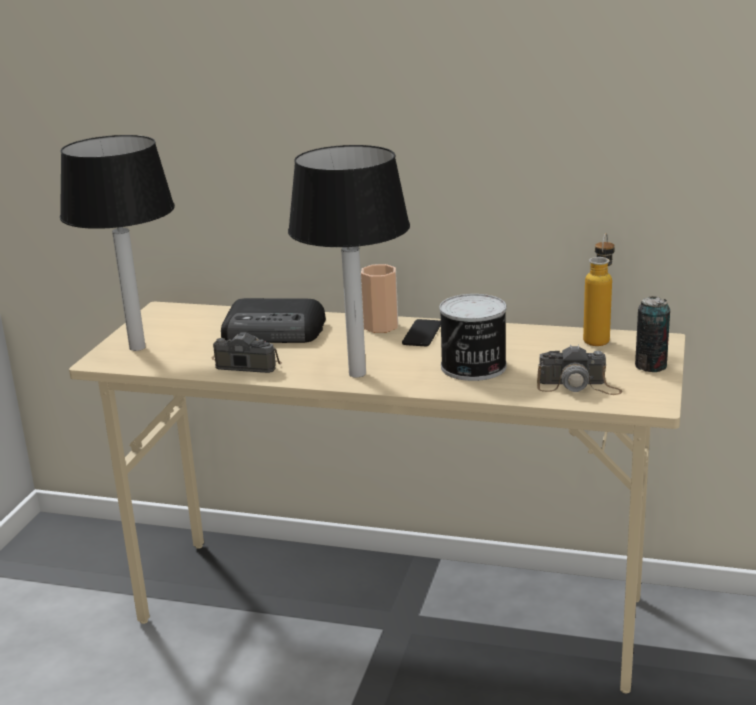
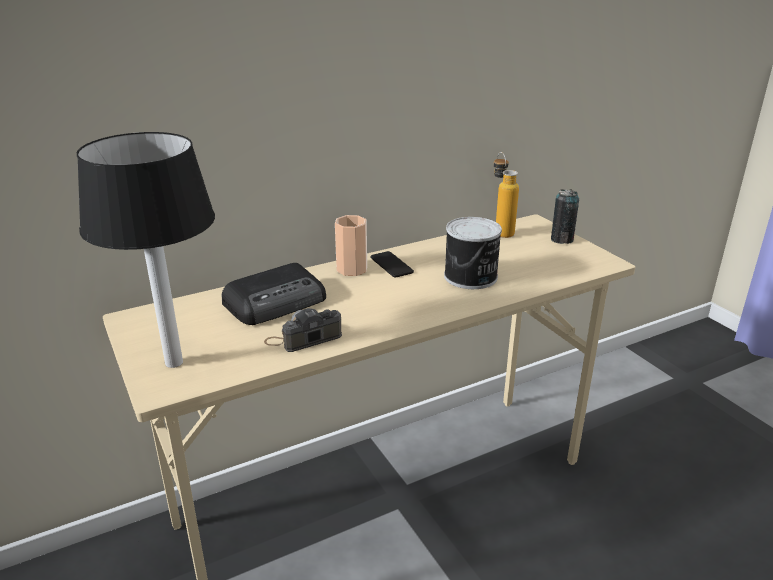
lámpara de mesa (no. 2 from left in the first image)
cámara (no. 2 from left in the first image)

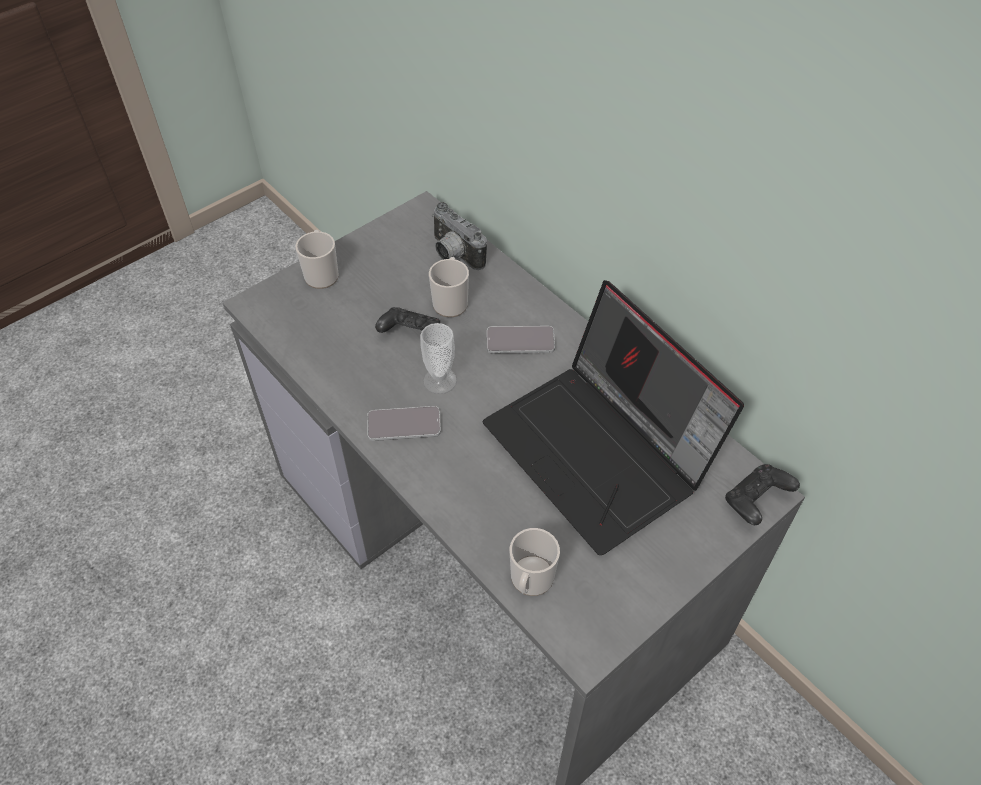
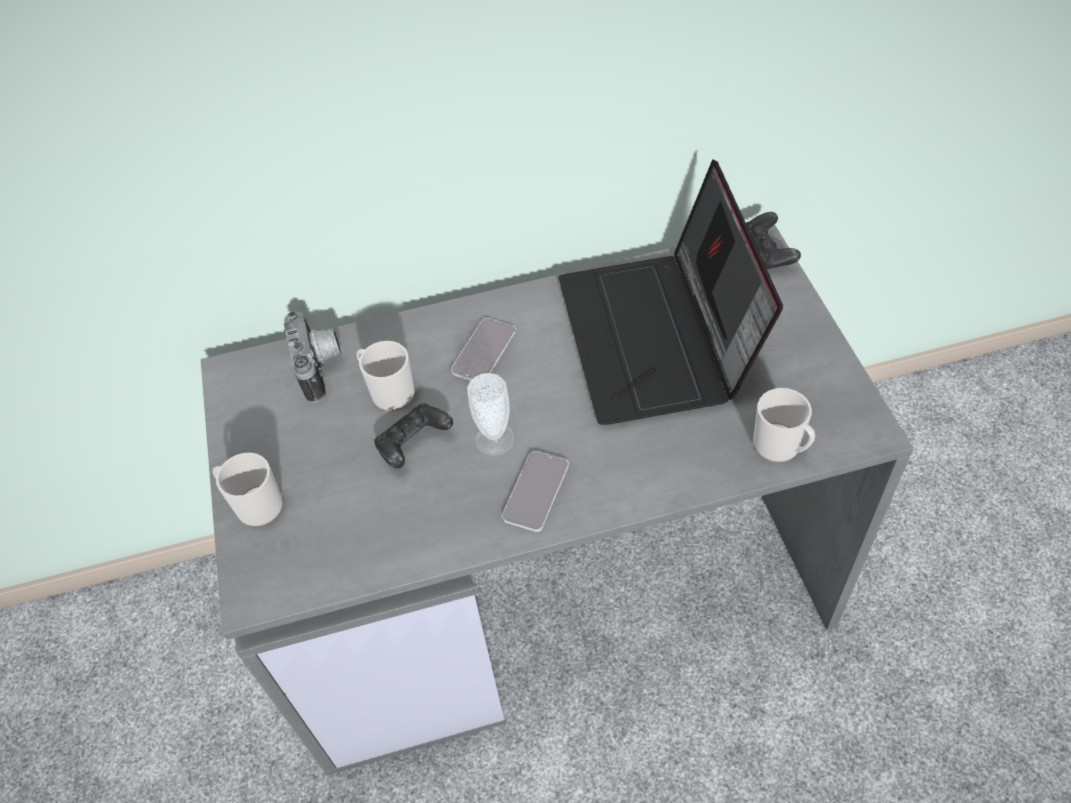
cámara
portátil

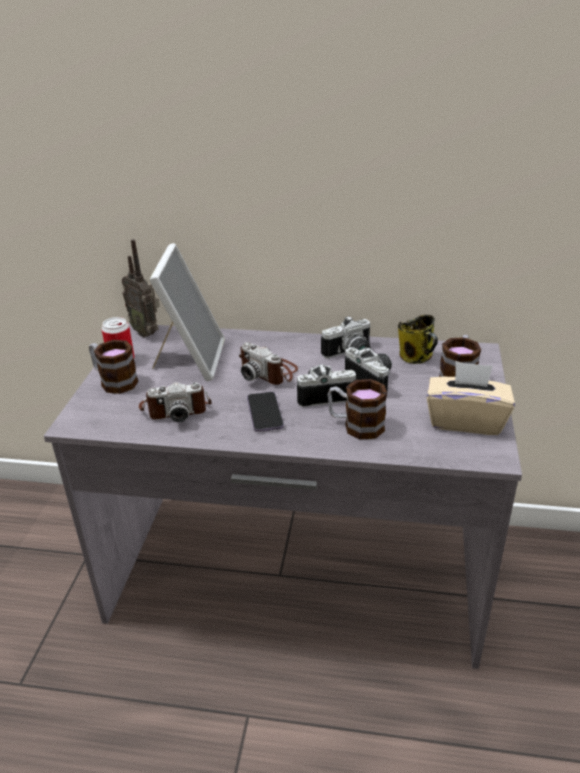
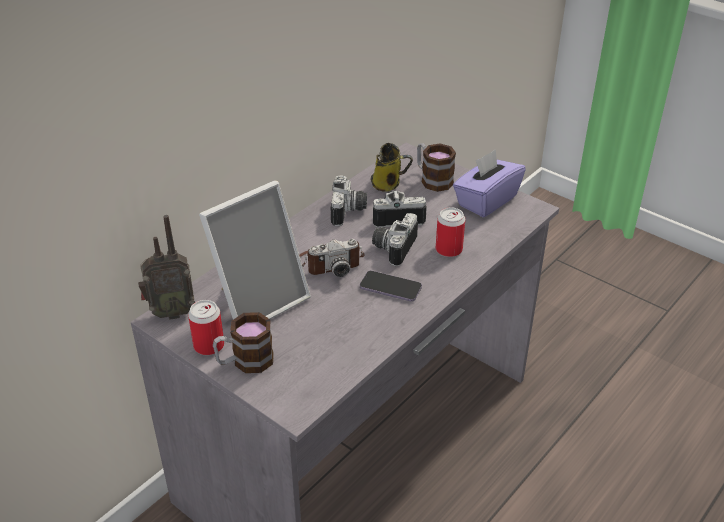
cámara (no. 1 from left in the first image)
portarretratos
lata (no. 2 from left)
caja de pañuelos [morado]

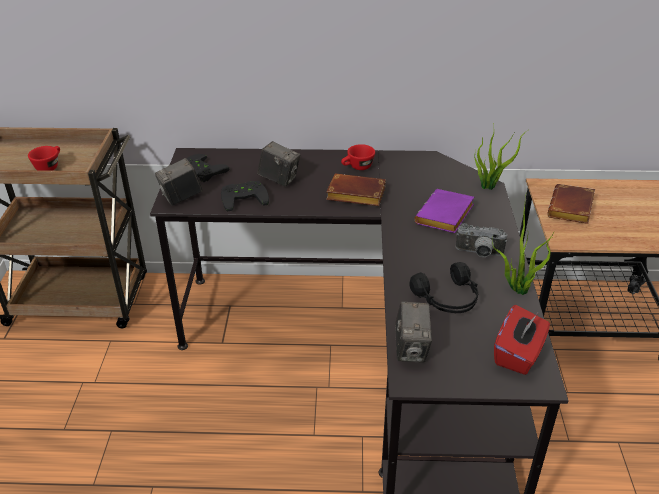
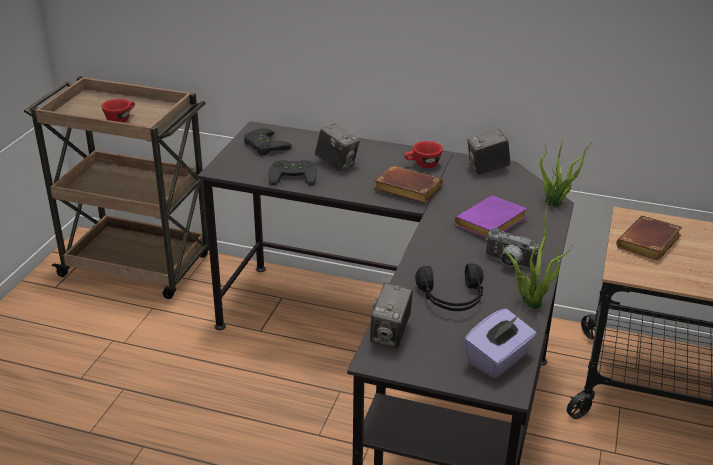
cámara (no. 3 from left)
caja de pañuelos [morado]

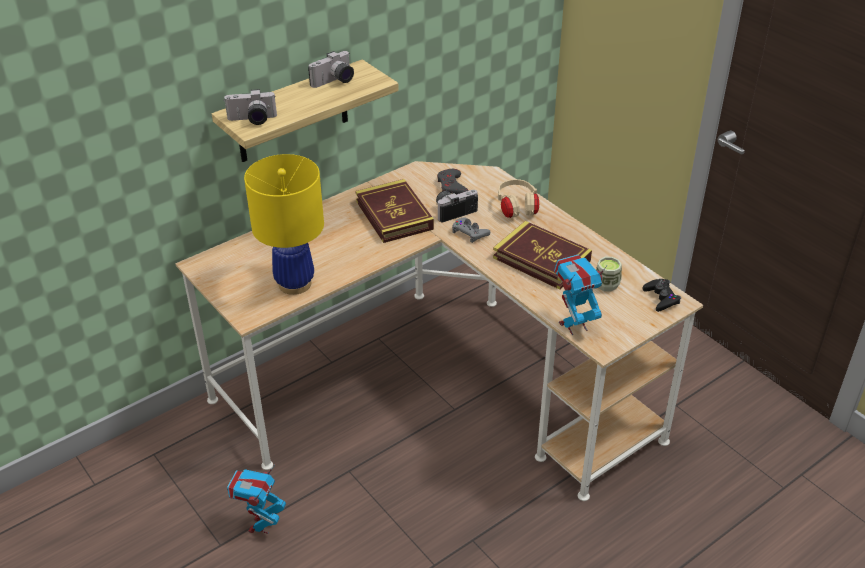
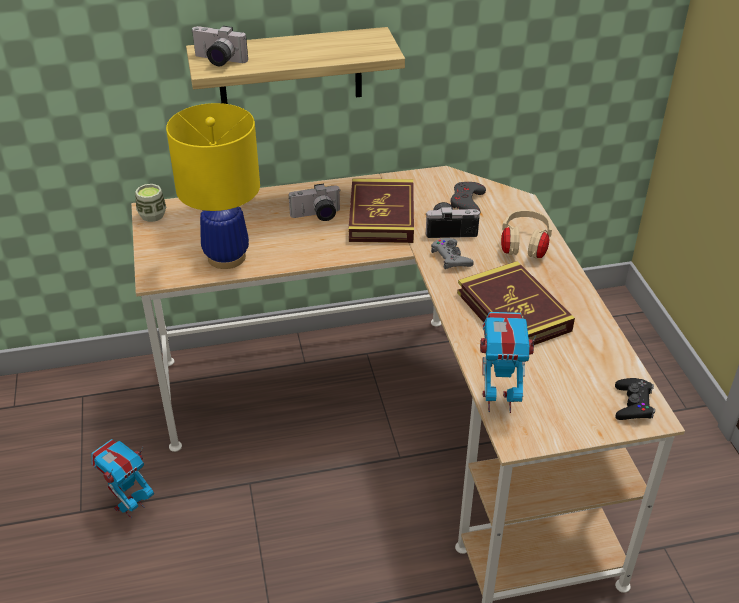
cámara (no. 2 from left)
taza

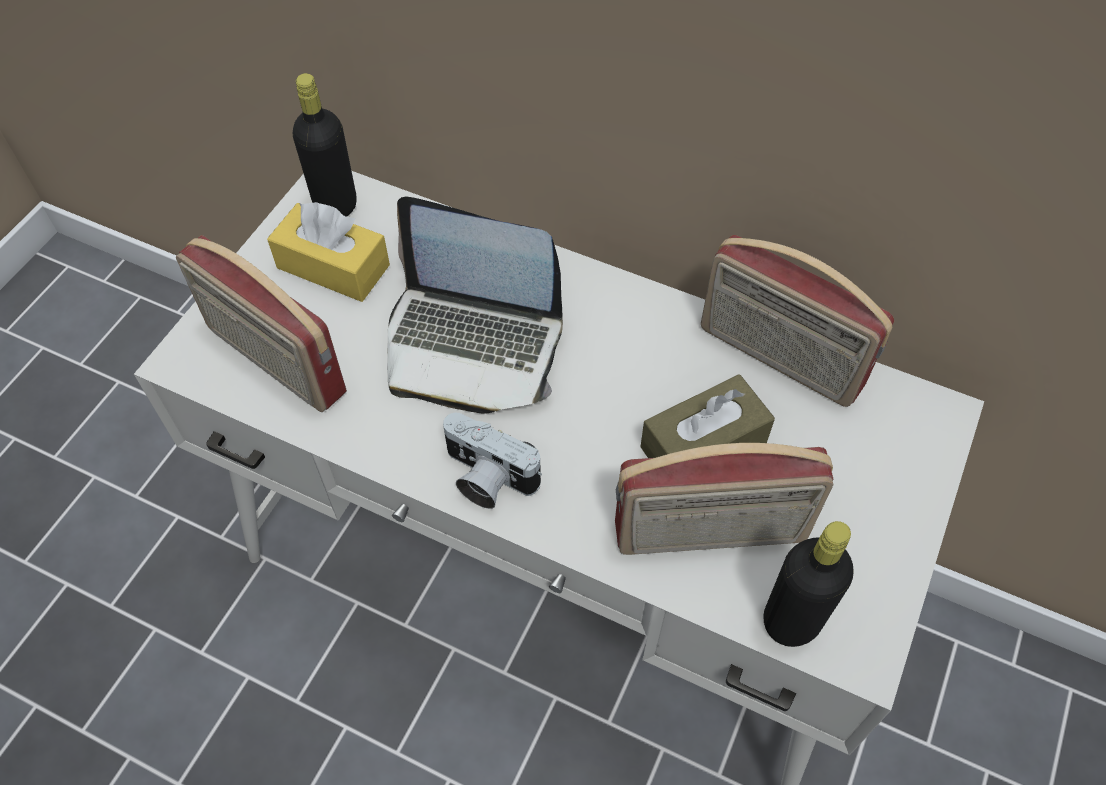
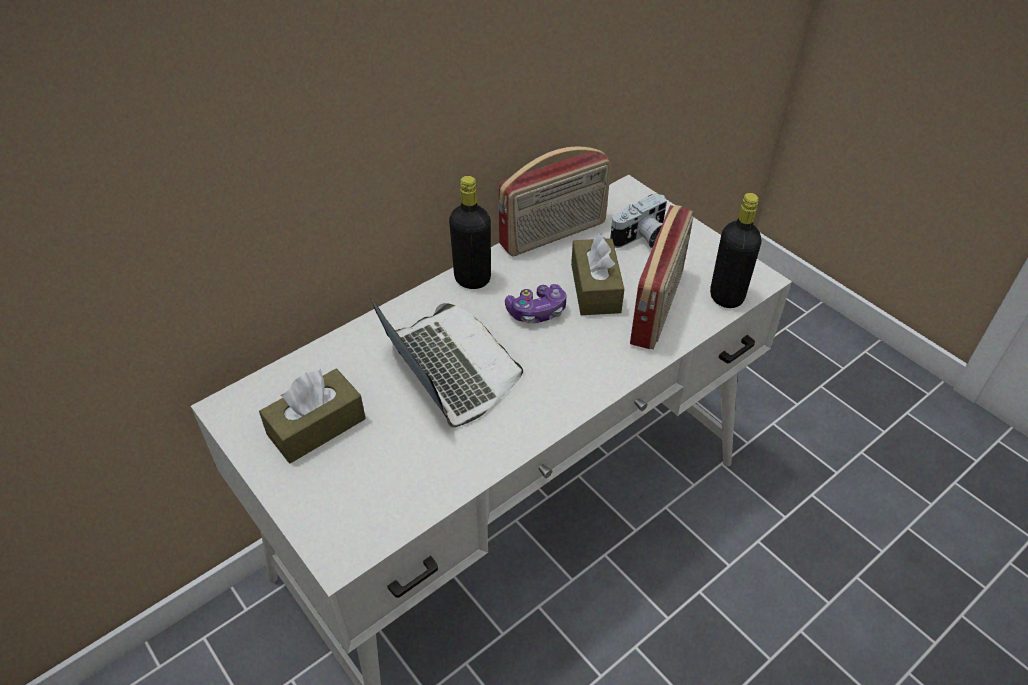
radio (no. 1 from left in the first image)
caja de pañuelos [marrón] (no. 1 from left)
botella [negro] (no. 1 from left)
portátil
cámara
mando de consola

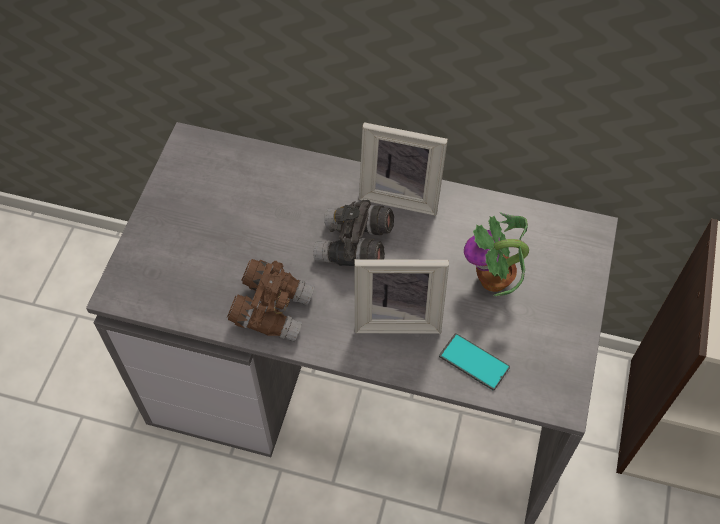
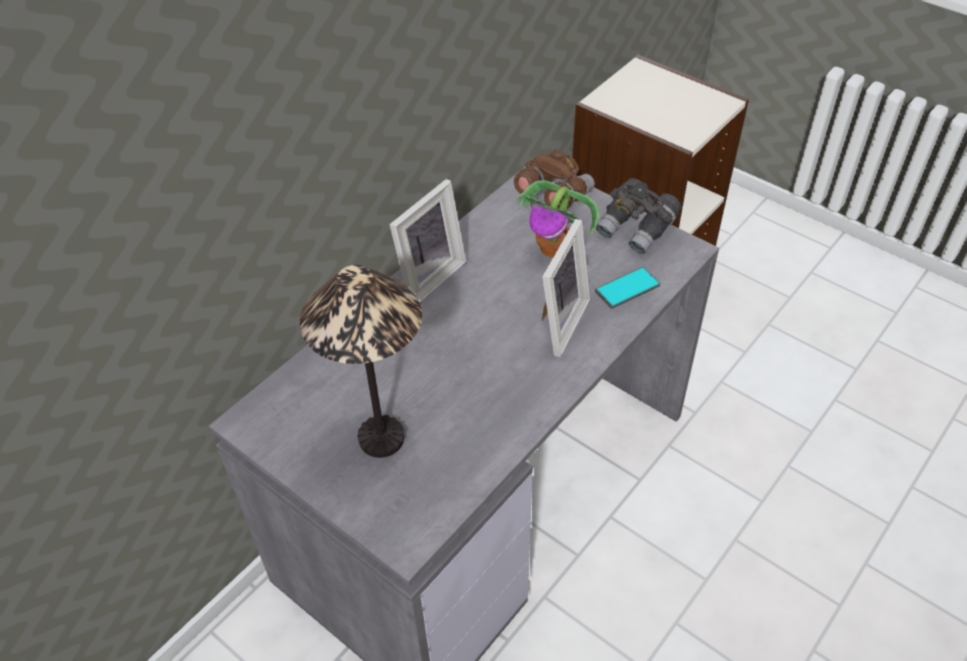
prismáticos [marrón]
prismáticos [gris]
lámpara de mesa

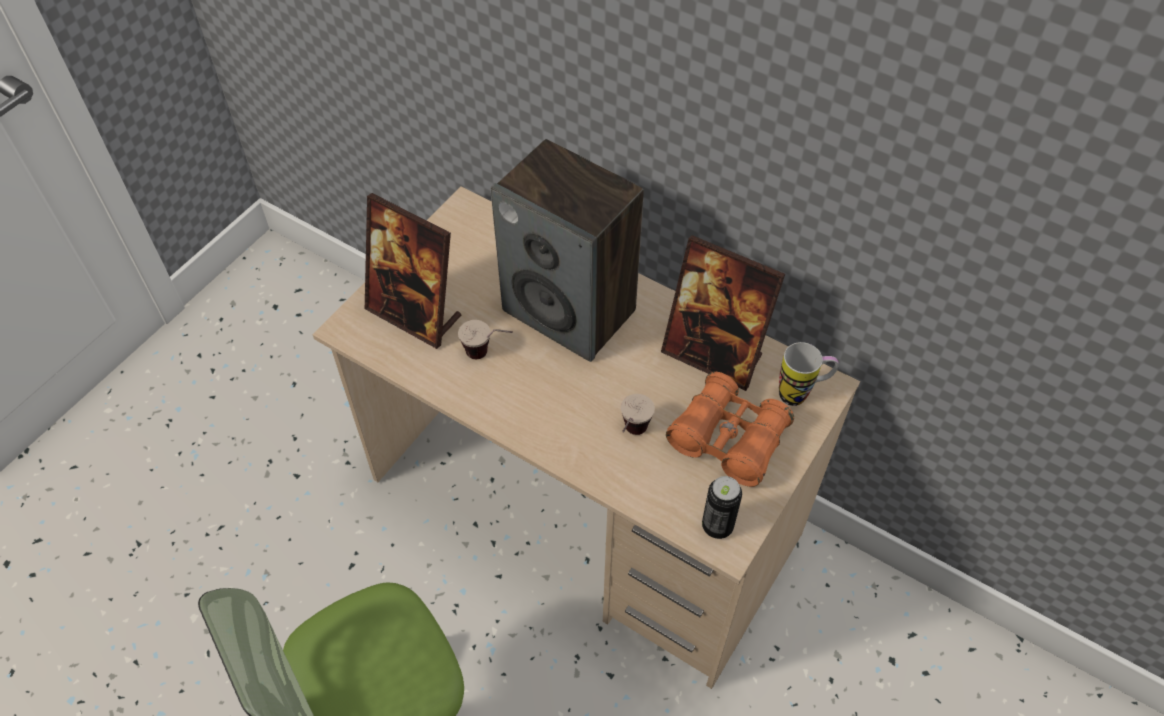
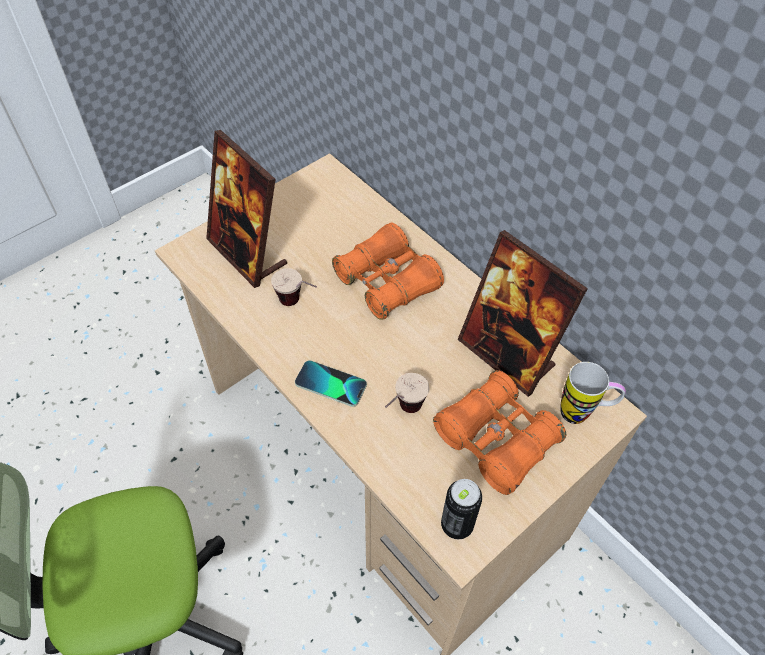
prismáticos [naranja] (no. 1 from left)
móvil

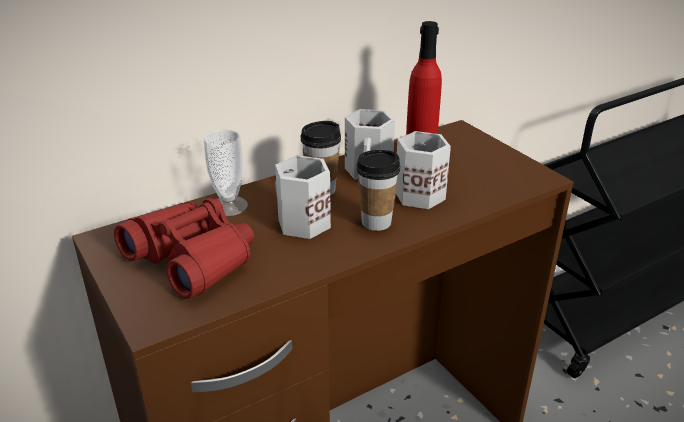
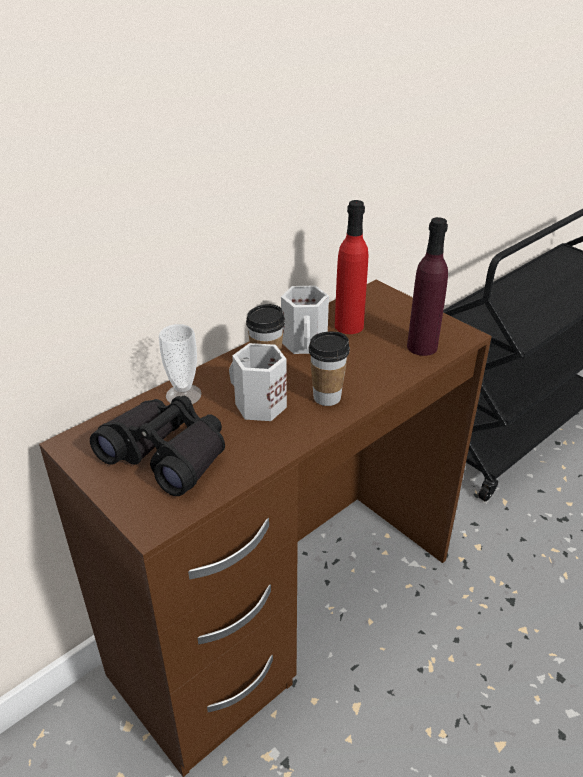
prismáticos [negro]
taza grande [blanco] (no. 3 from left in the first image)
botella [morado]

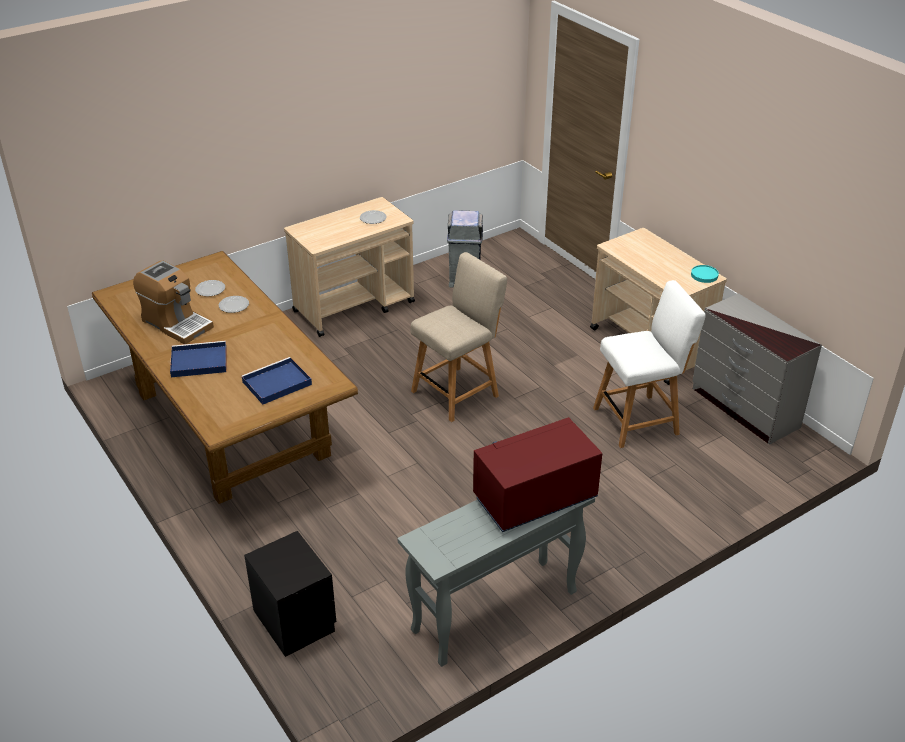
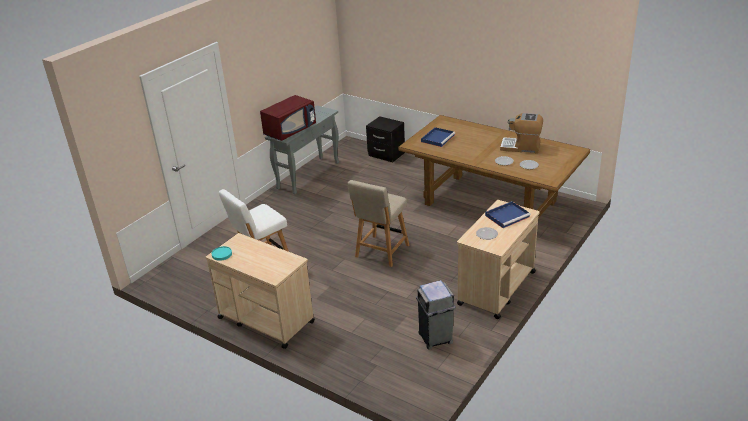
bandeja [azul] (no. 2 from left)
cómoda [gris]

